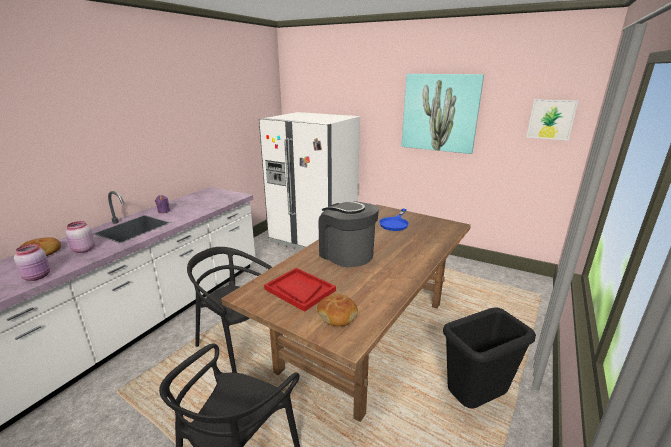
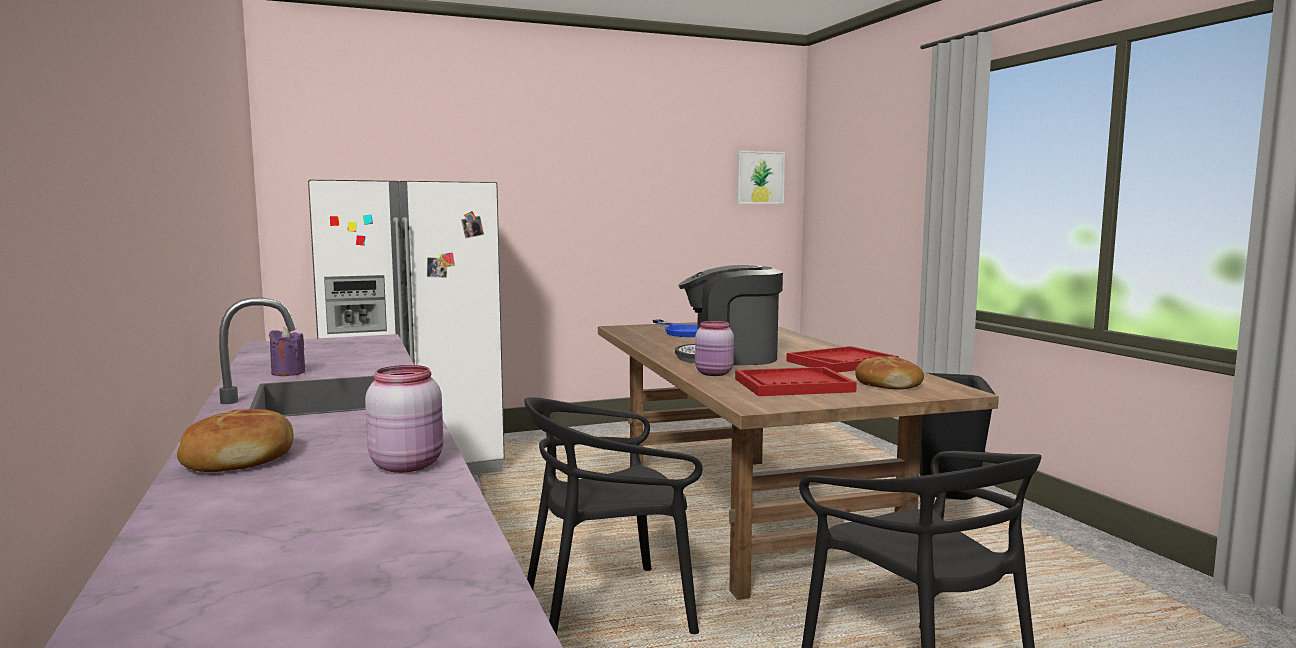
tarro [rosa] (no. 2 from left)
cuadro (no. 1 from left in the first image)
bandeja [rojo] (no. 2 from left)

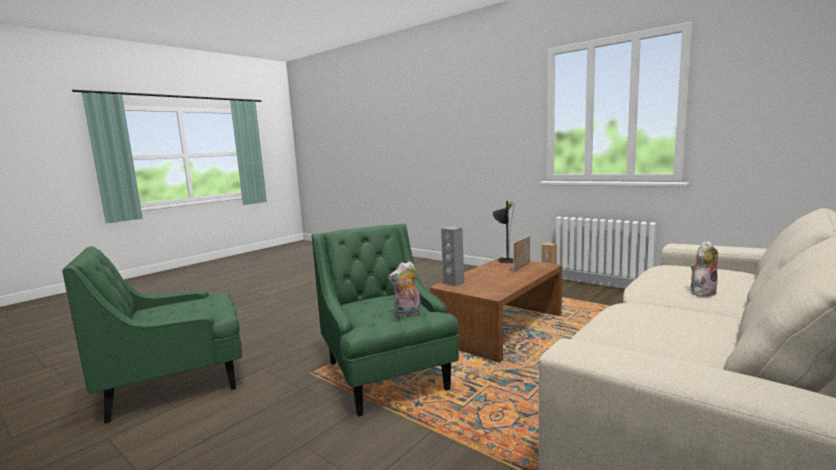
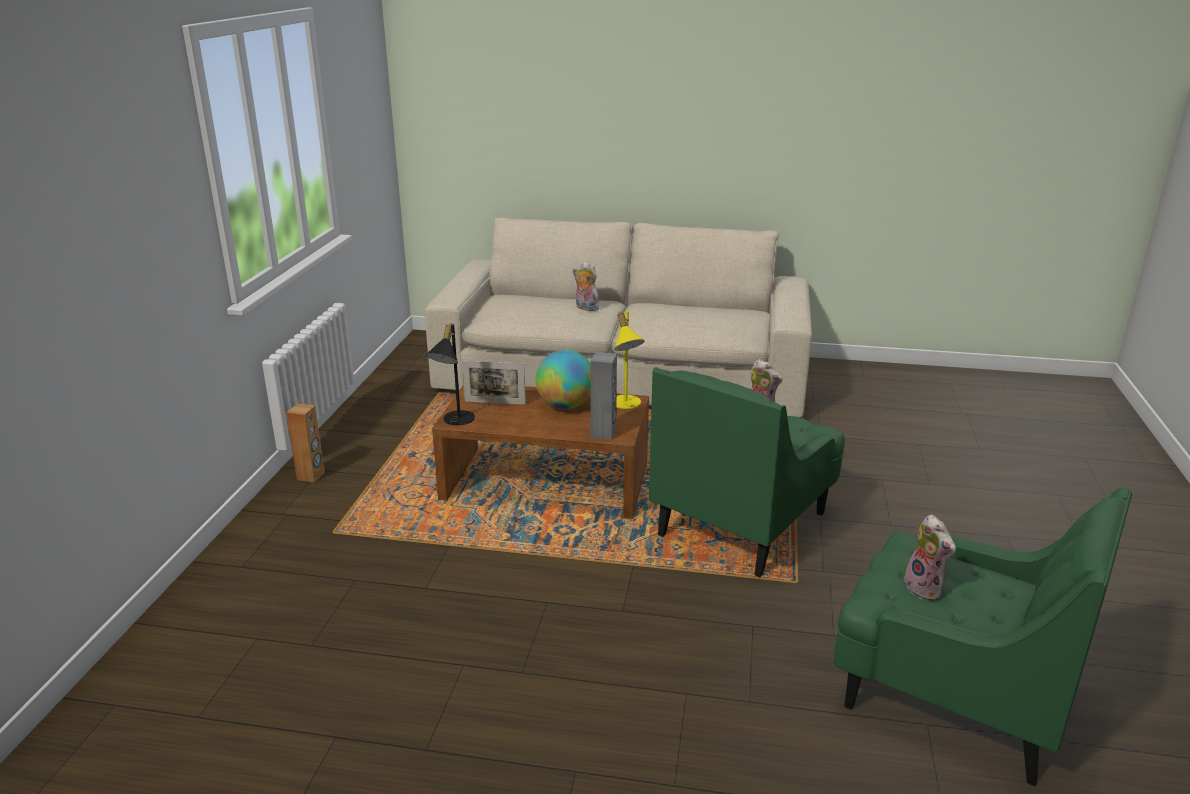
globo terráqueo
lámpara de mesa [amarillo]
peluche (no. 3 from left)

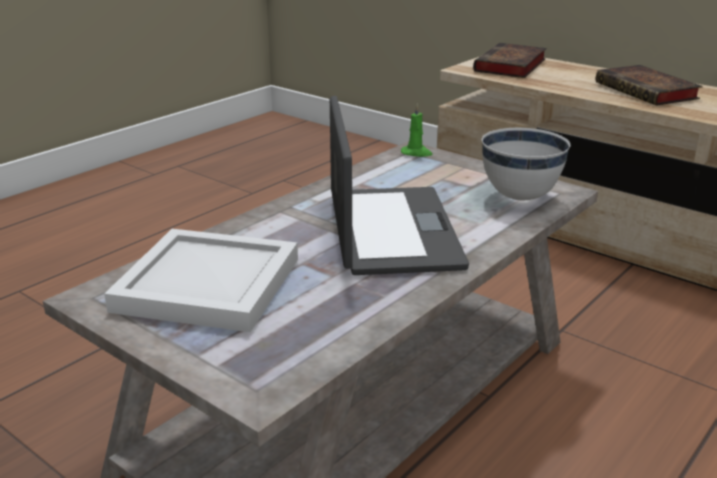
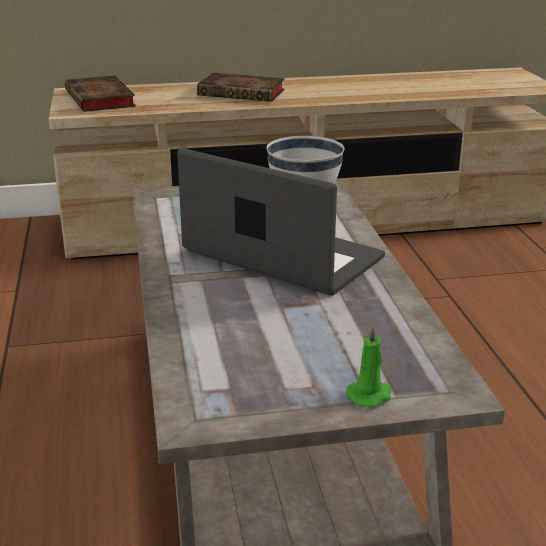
bandeja [blanco]
vela [verde]

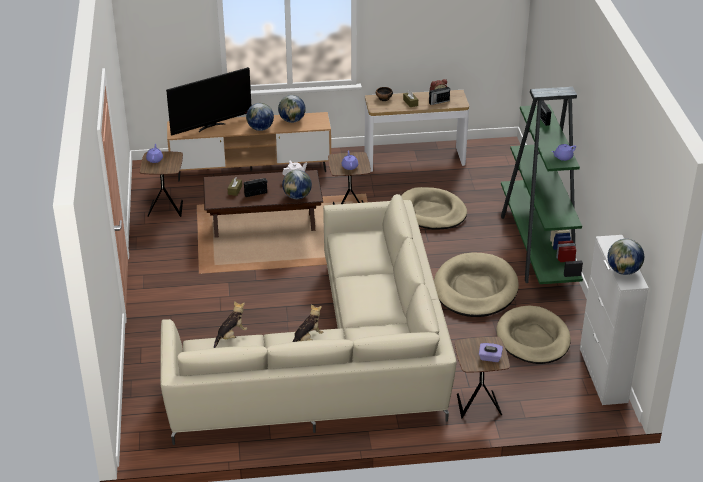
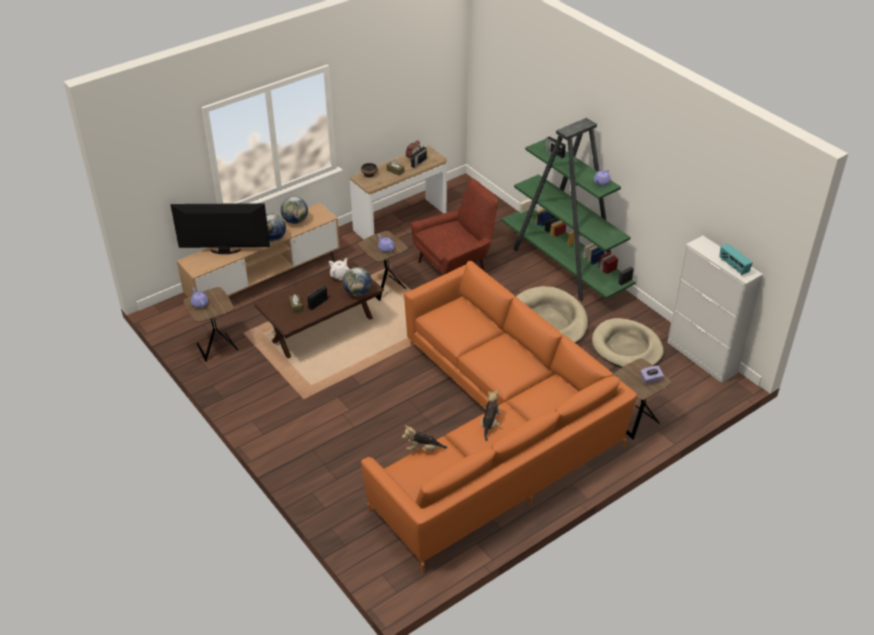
sofá [naranja]
televisor
peluche (no. 1 from left)
sillón [rojo]
radio (no. 4 from left)

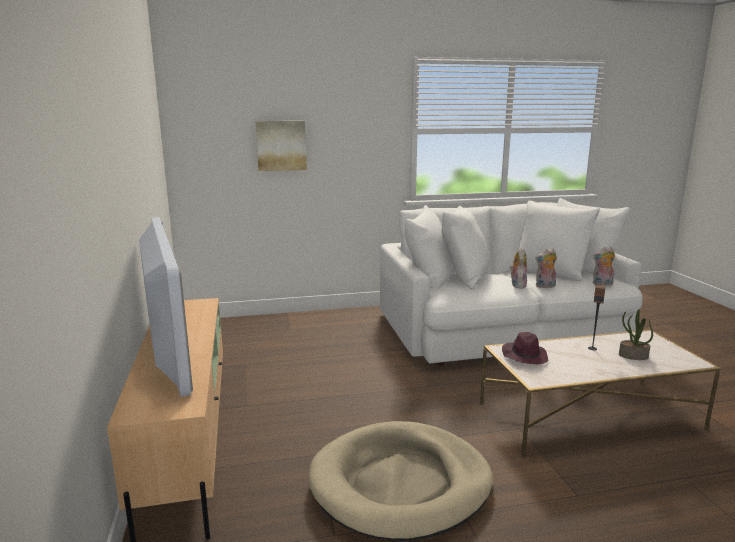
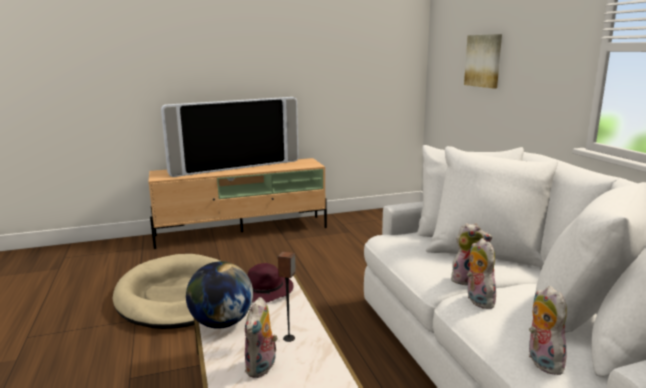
peluche (no. 1 from left)
globo terráqueo

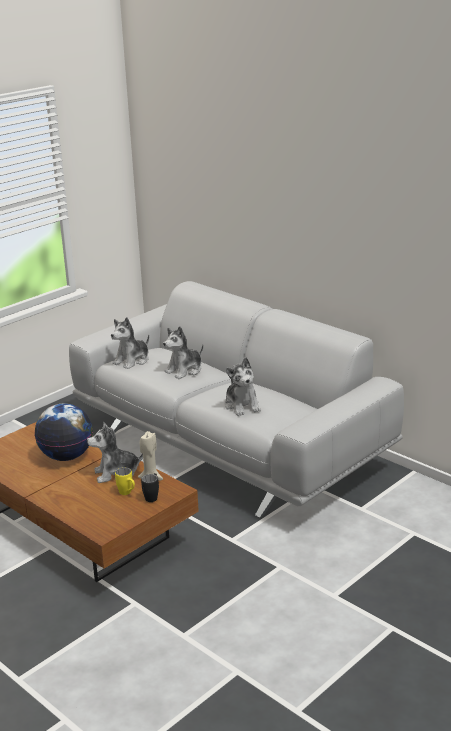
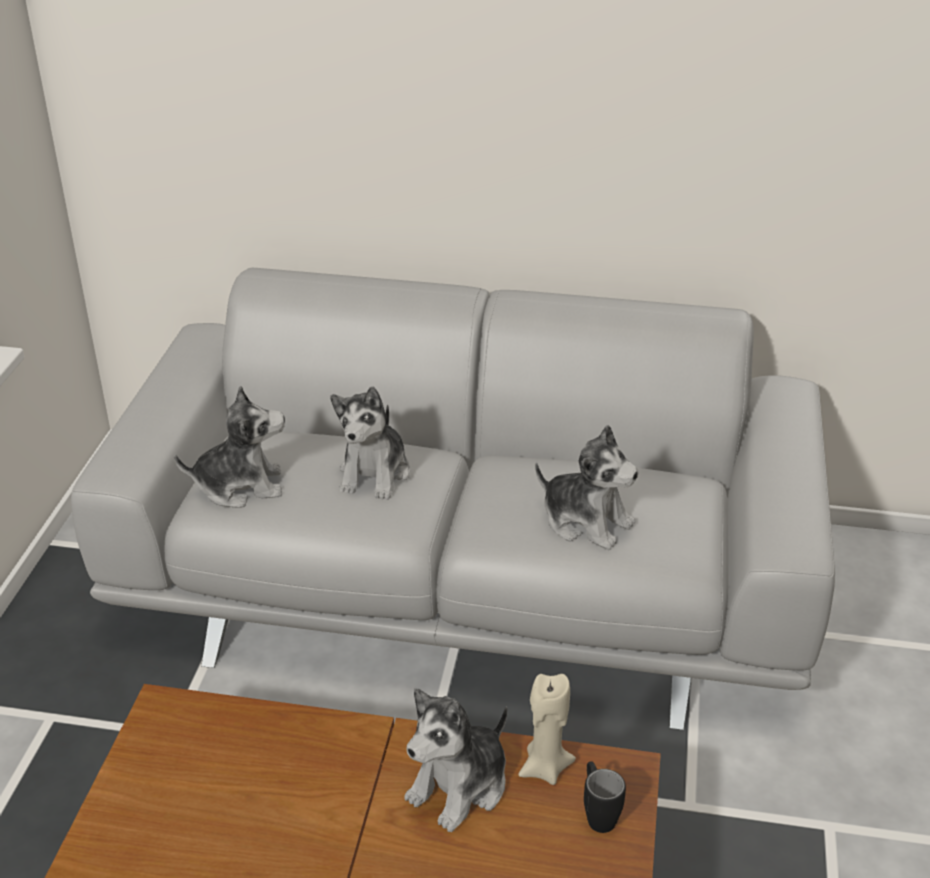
globo terráqueo
peluche (no. 1 from left)
taza grande [amarillo]

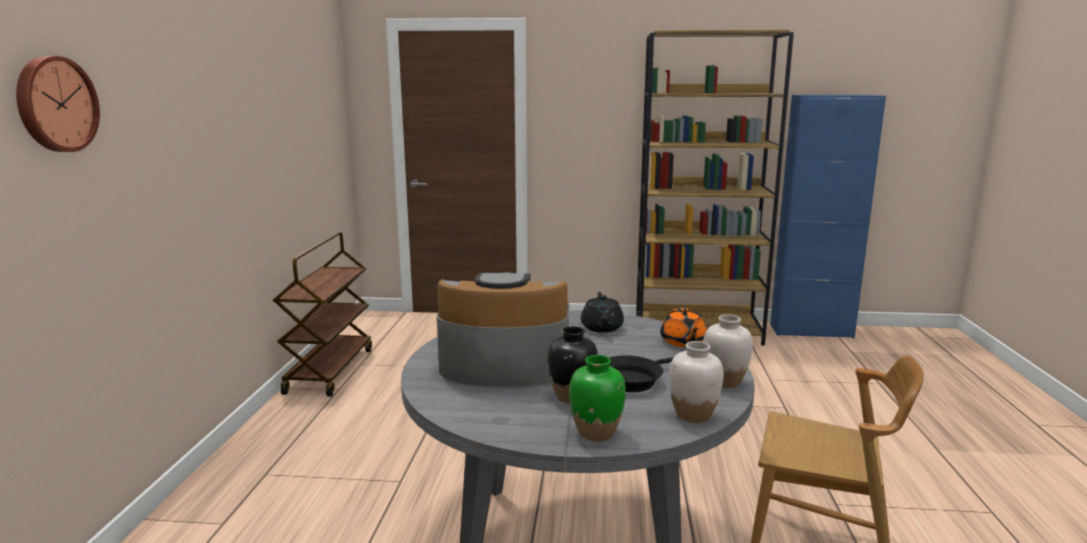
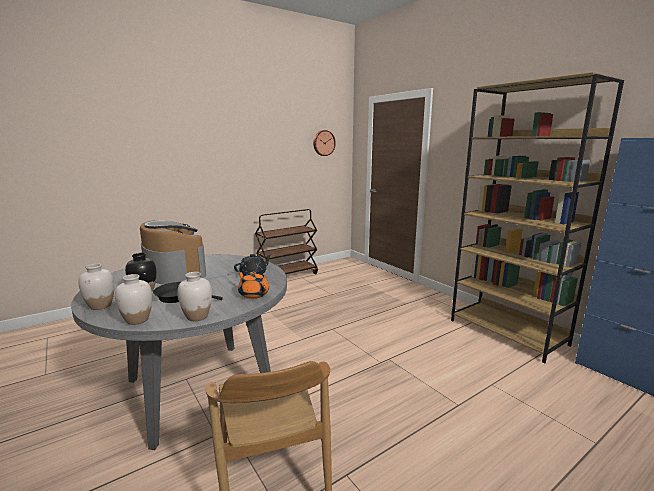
reloj de pared
florero [blanco] (no. 1 from left)
tetera [naranja]

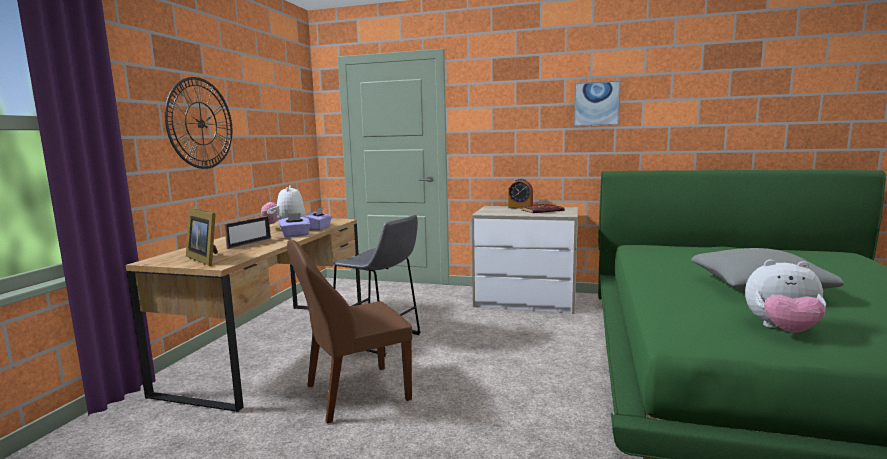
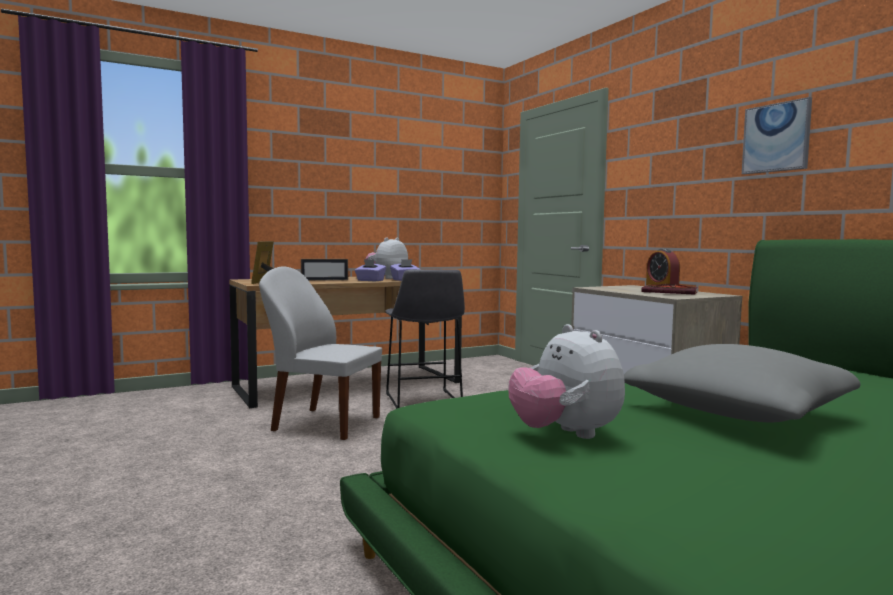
reloj de pared
silla [blanco]

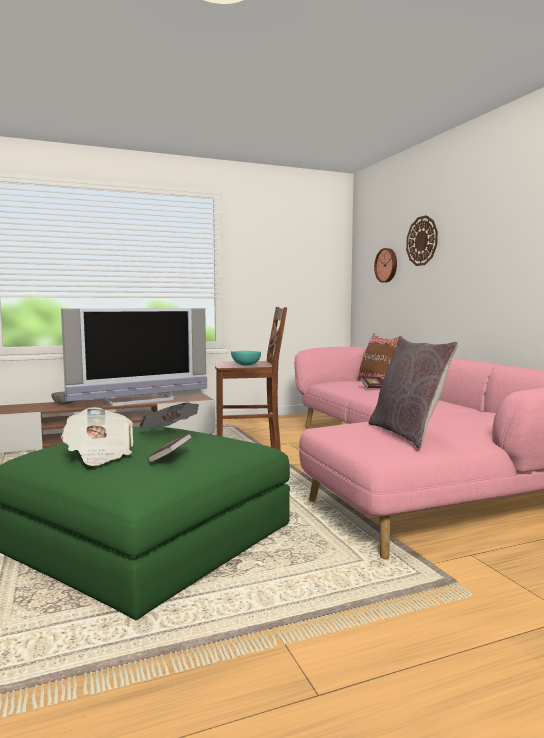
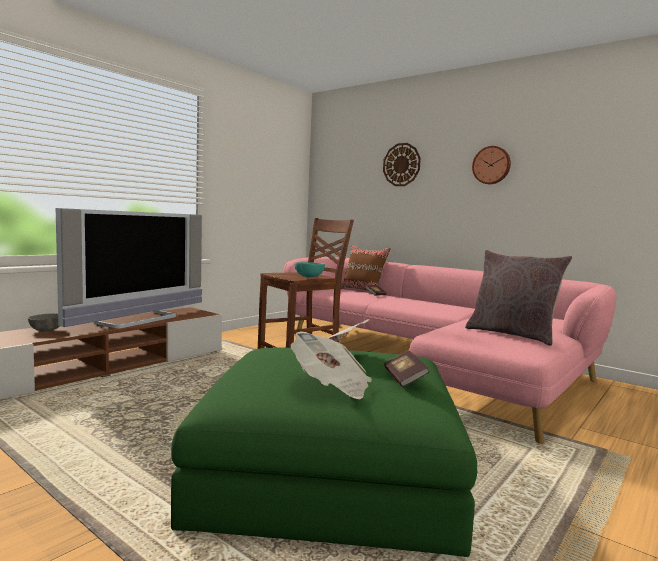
reloj de pared (no. 2 from left)

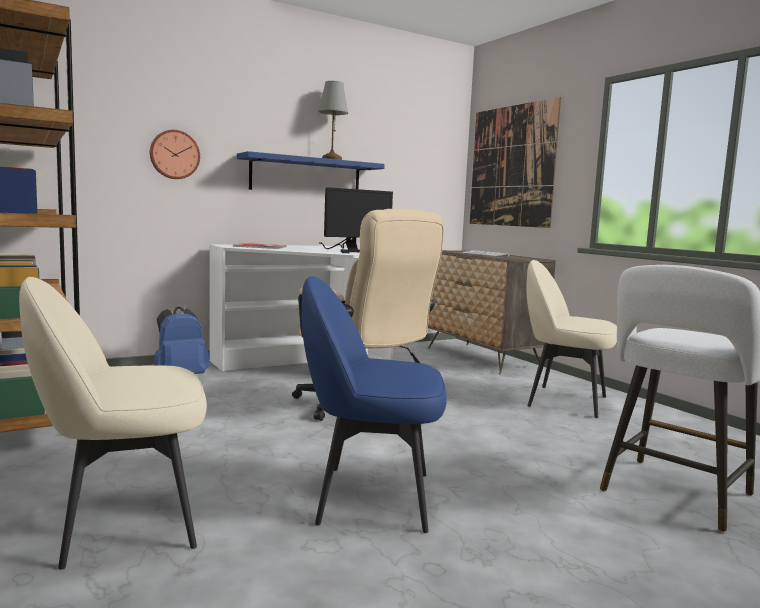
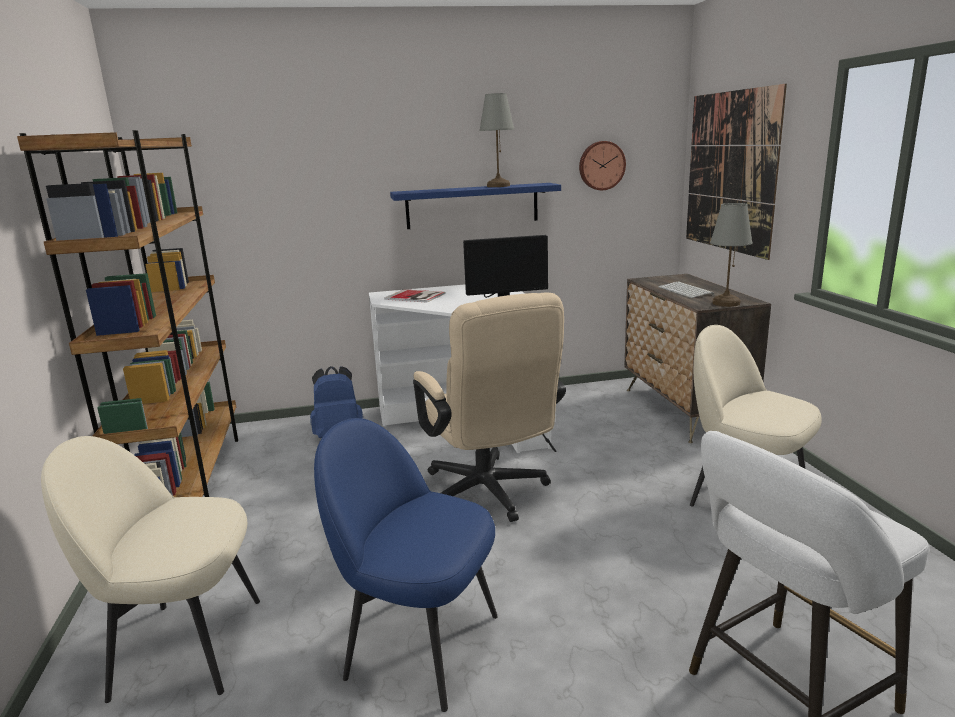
reloj de pared
lámpara de mesa [gris] (no. 2 from left)

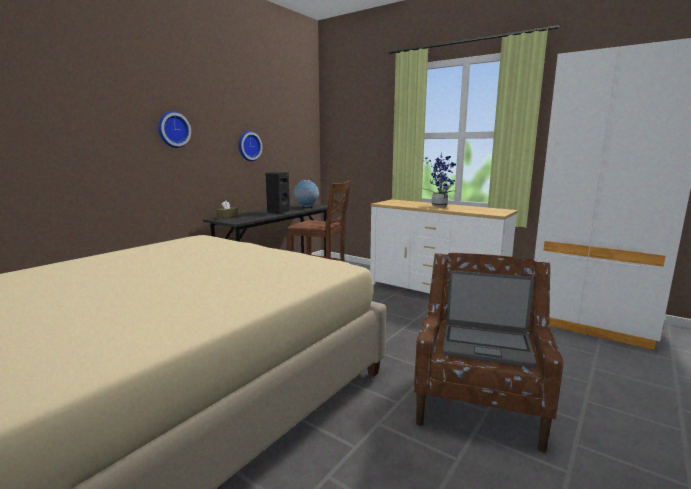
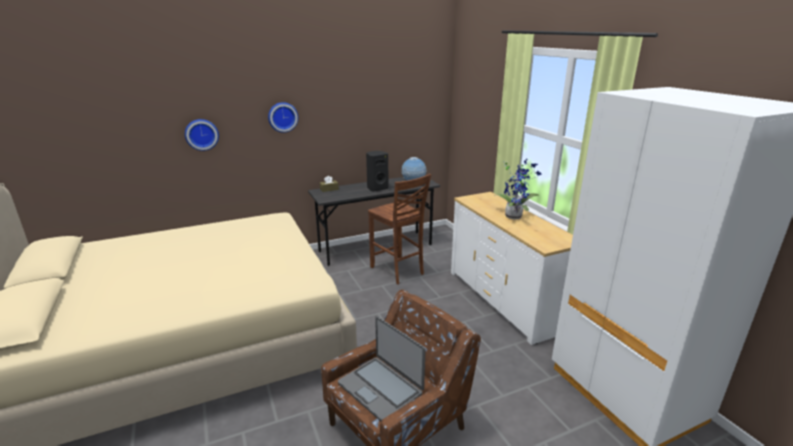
reloj de pared (no. 1 from left)

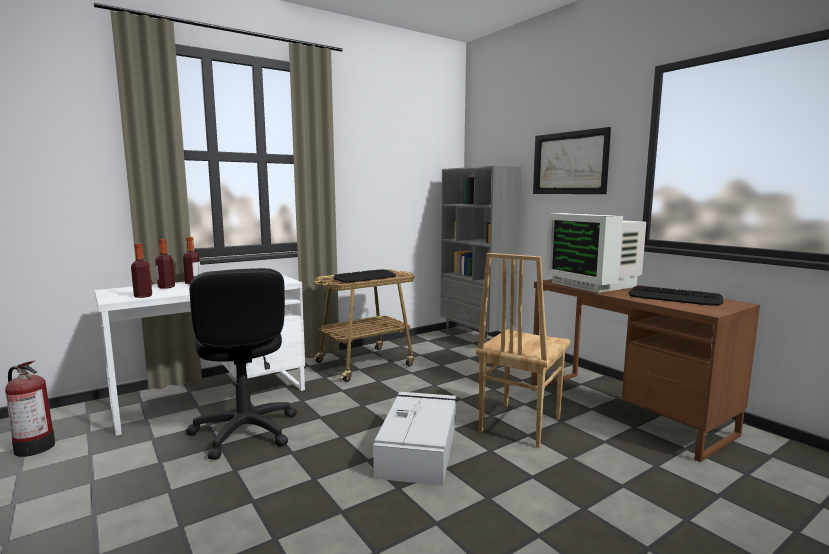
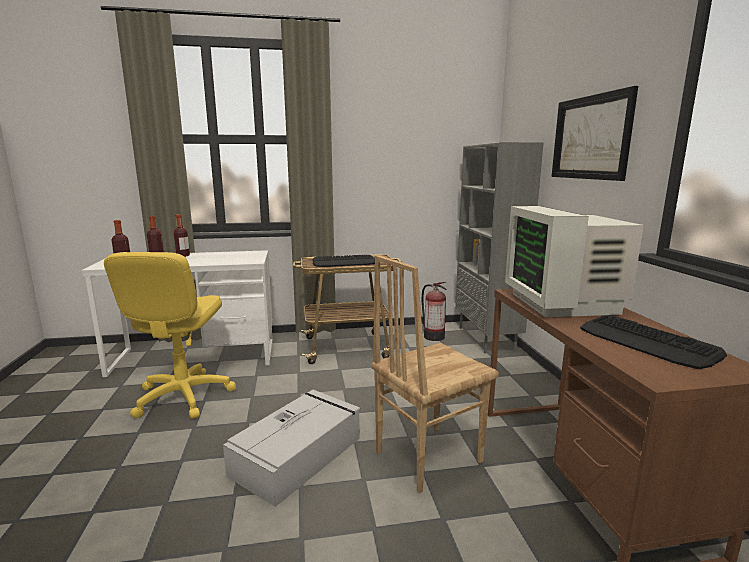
extintor
silla de oficina [amarillo]

